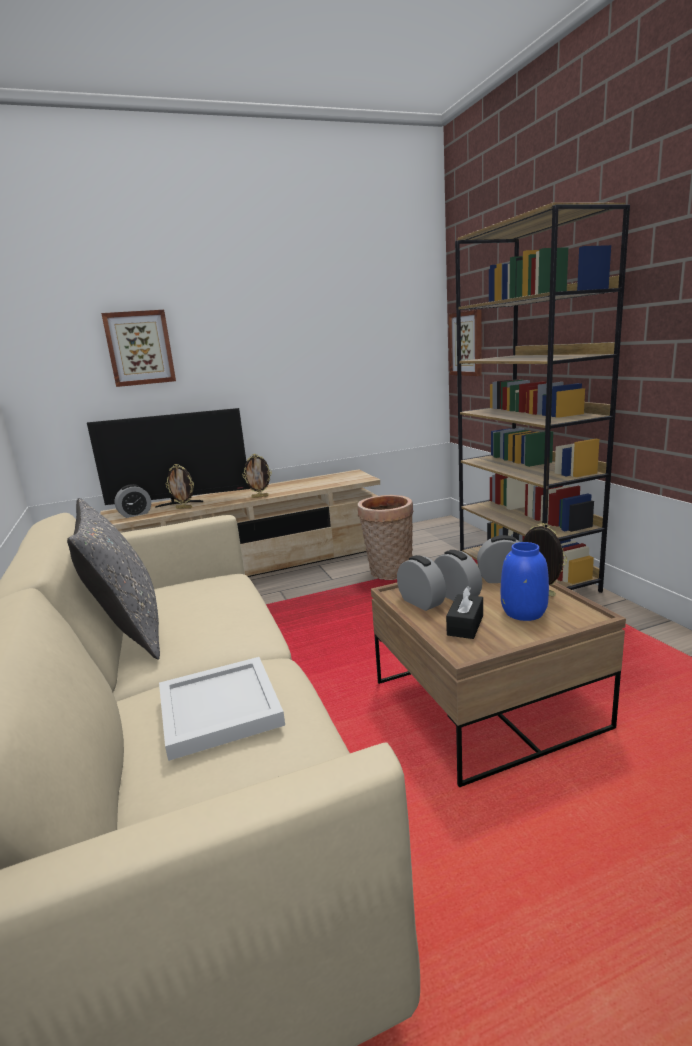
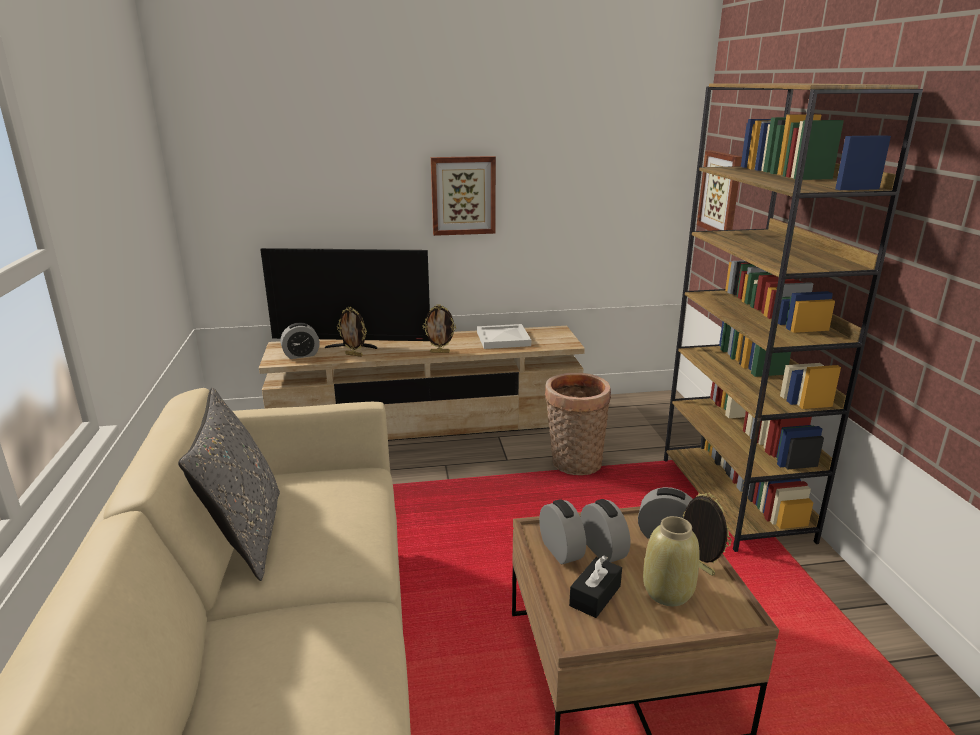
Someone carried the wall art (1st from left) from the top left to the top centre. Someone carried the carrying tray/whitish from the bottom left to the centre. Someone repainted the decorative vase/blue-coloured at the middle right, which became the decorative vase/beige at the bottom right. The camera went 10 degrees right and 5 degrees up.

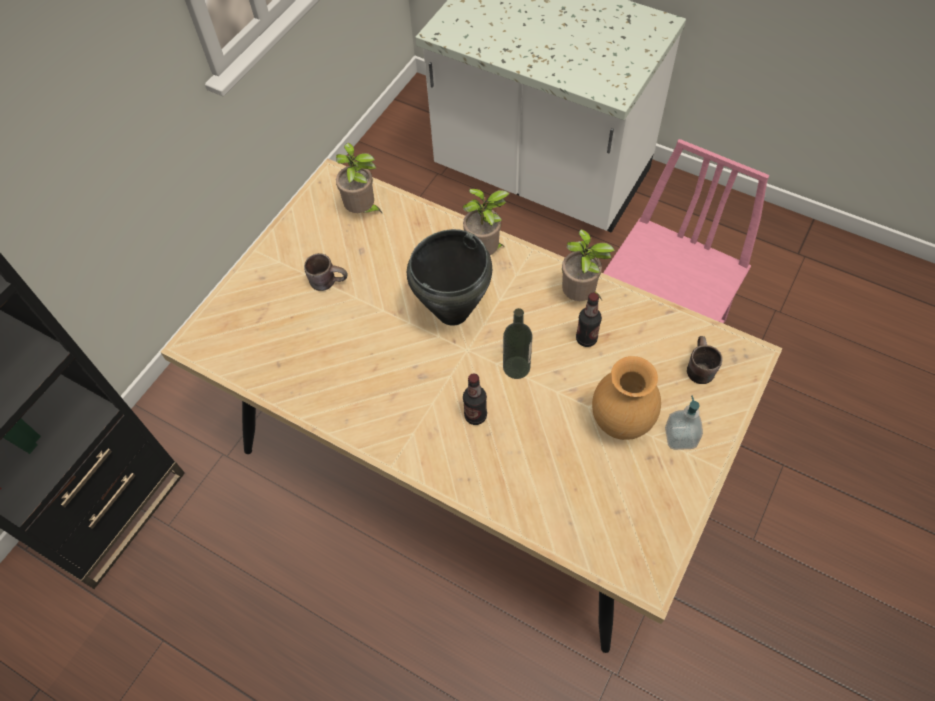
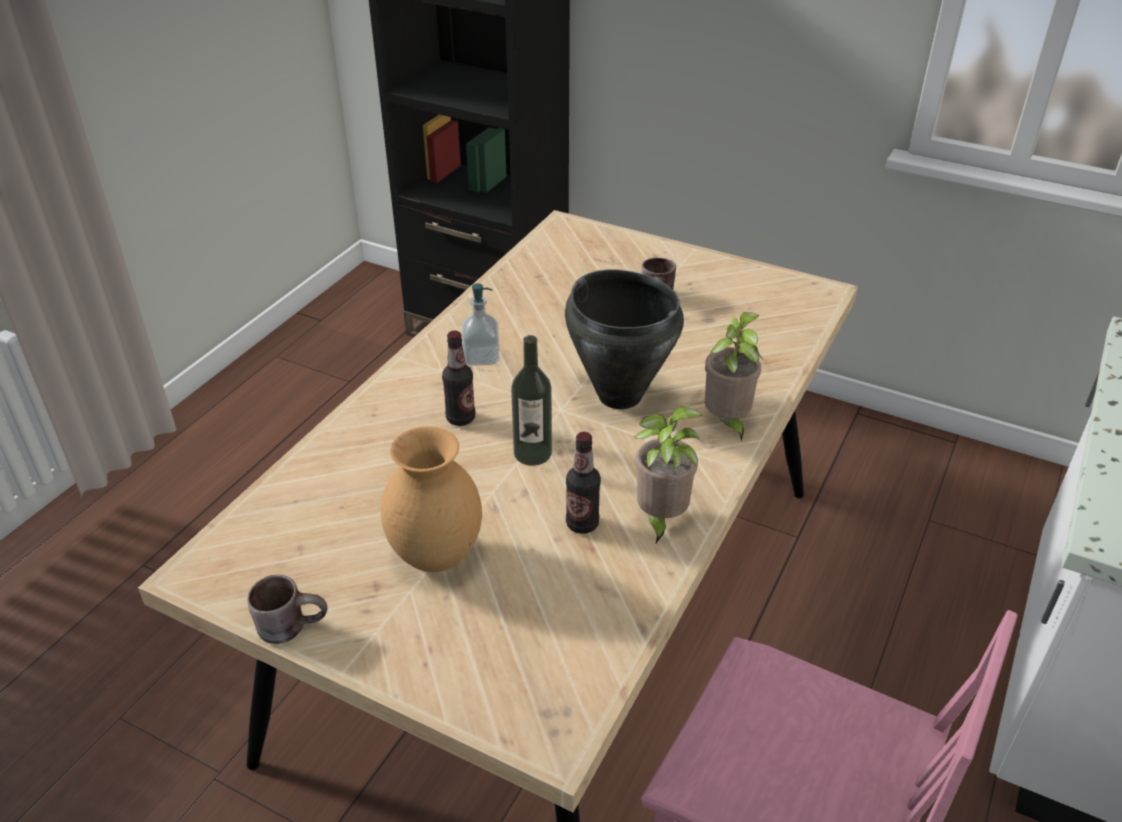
Someone took away the potted plant (1st from left) at the top centre. Someone carried the liquid soap bottle from the middle right to the centre. Someone carried the mug/brown-coloured (2nd from left in the first image) from the middle right to the bottom left. The camera went 85 degrees right and 20 degrees down.

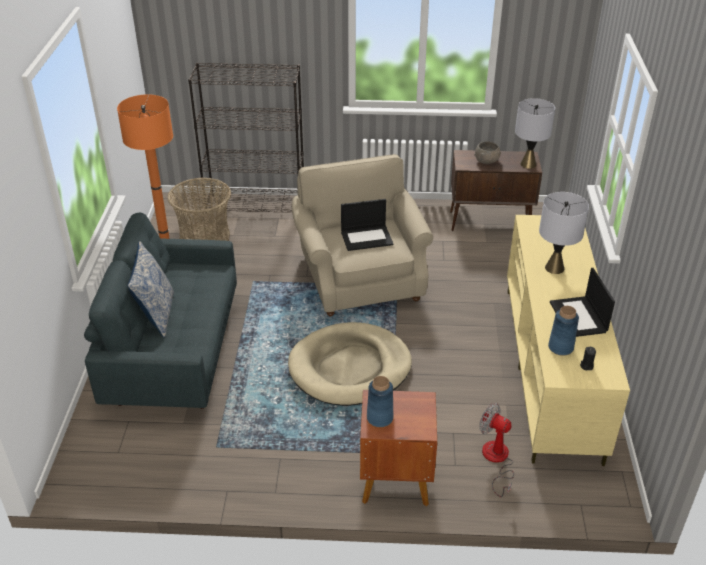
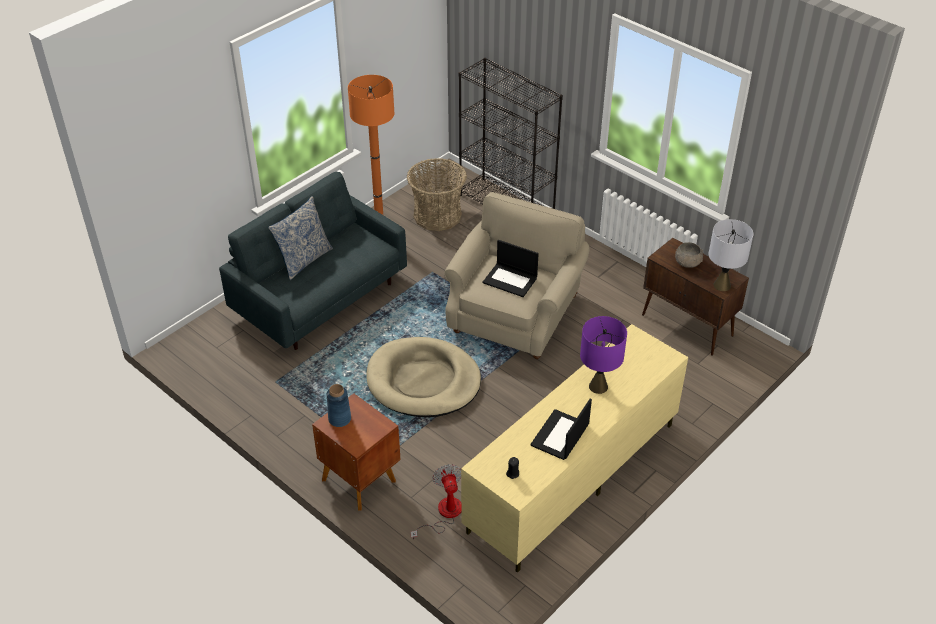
Someone took away the decorative vase/blue-coloured (2nd from left) at the middle right. Someone repainted the lamp for a table/gray (2nd from left) at the middle right, which became the lamp for a table/purplish at the centre. The camera went 40 degrees right and 5 degrees up.

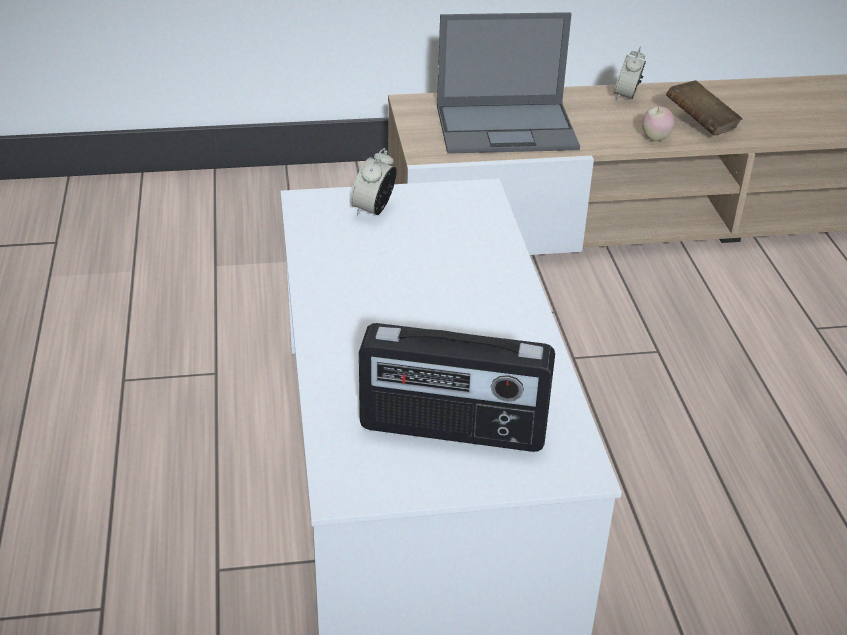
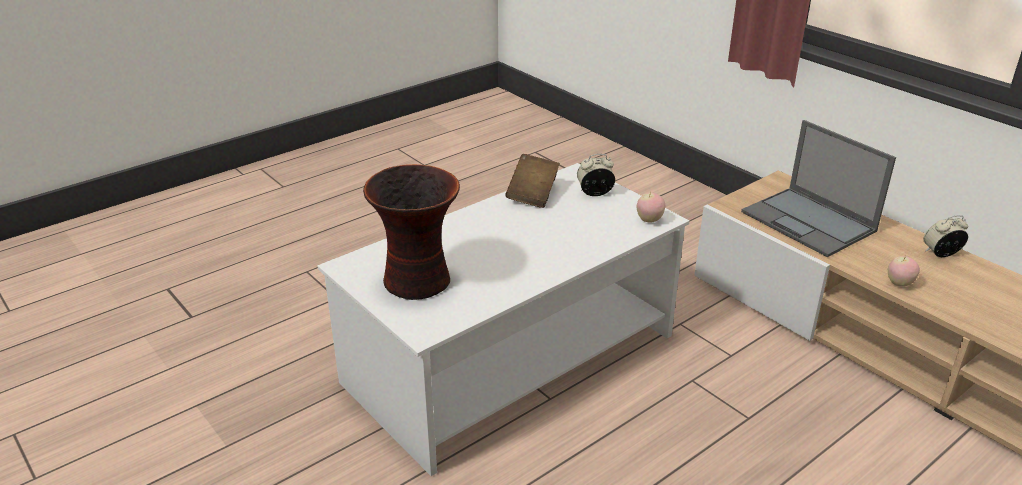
Someone put down the apple fruit (1st from left) at the centre. Someone carried the bound book/brown-coloured from the top right to the centre. Someone swapped the radio at the centre for the decorative vase at the centre. The camera went 60 degrees right and 5 degrees down.

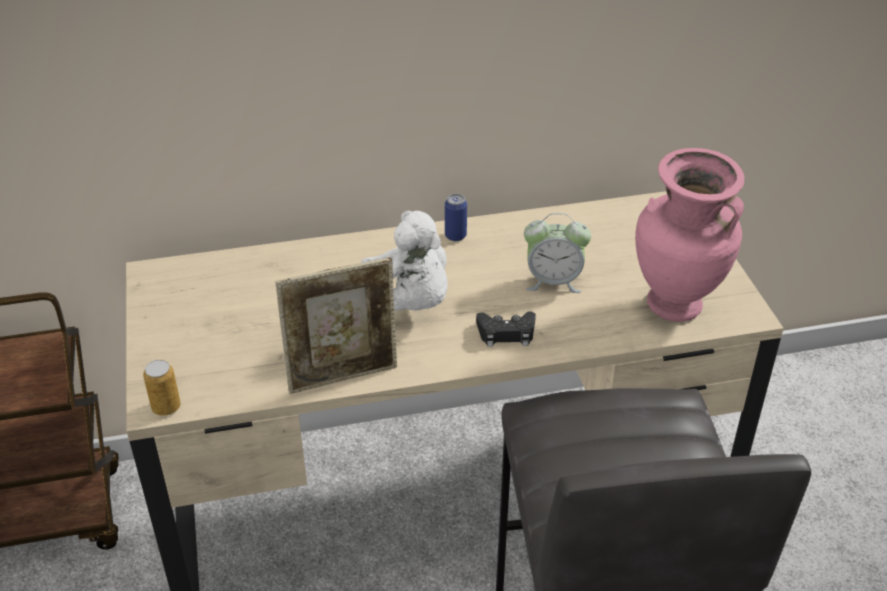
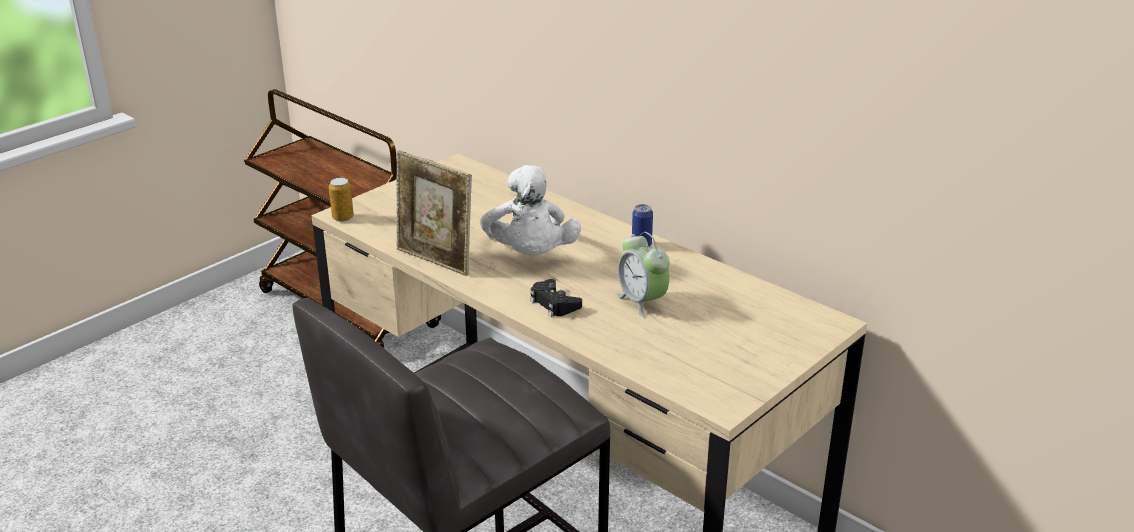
Someone took away the decorative vase/pink at the middle right. The camera went 55 degrees right and 10 degrees down.

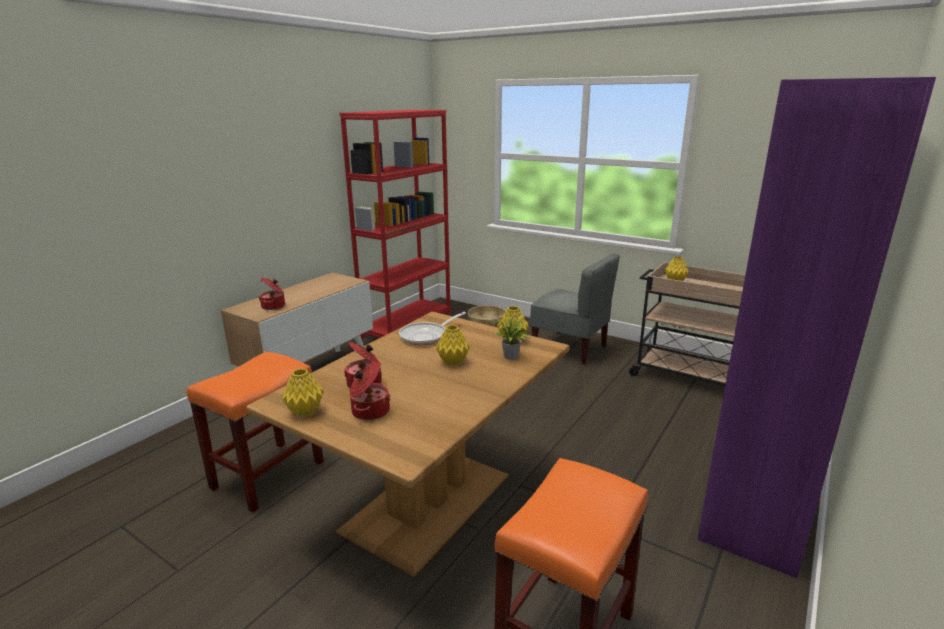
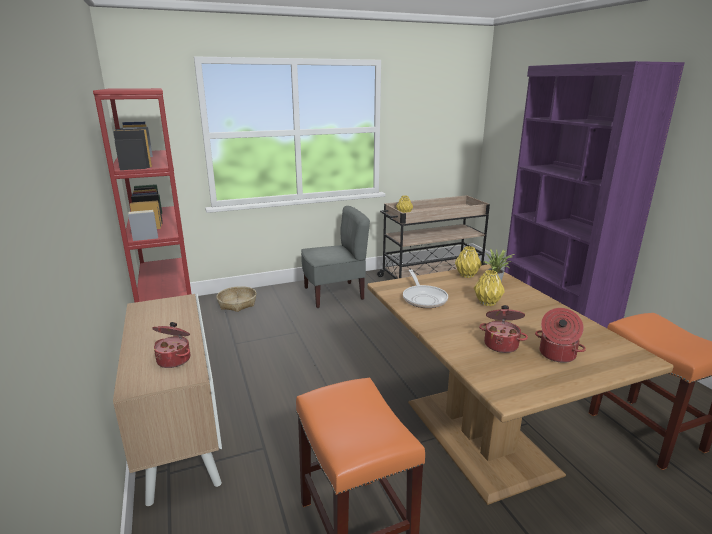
Someone took away the decorative vase/yellowish (1st from left) at the middle left. The camera went 55 degrees left and 0 degrees up.

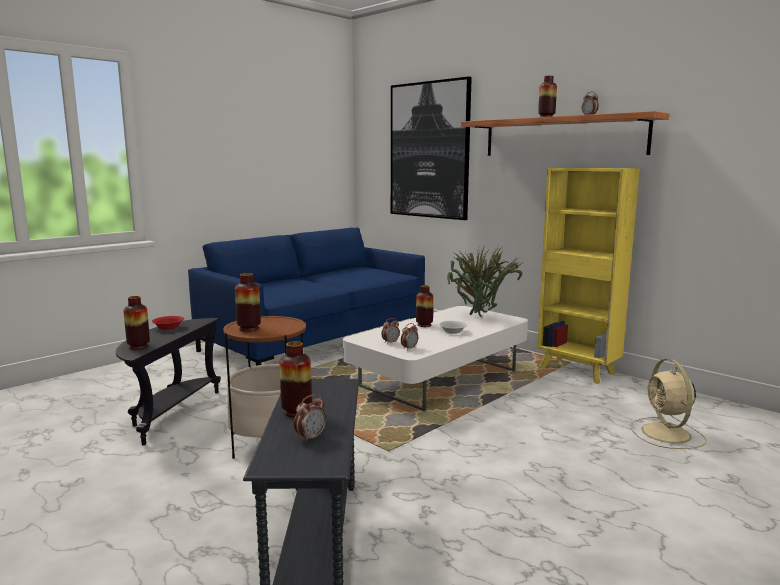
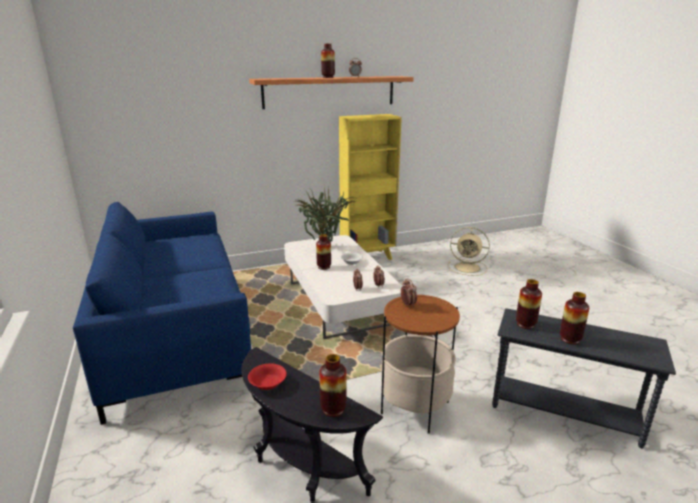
Someone took away the wall art at the top centre. Someone carried the decorative vase (2nd from left in the first image) from the middle left to the middle right. Someone carried the bedside clock (1st from left in the first image) from the bottom centre to the centre. The camera went 65 degrees left and 10 degrees up.

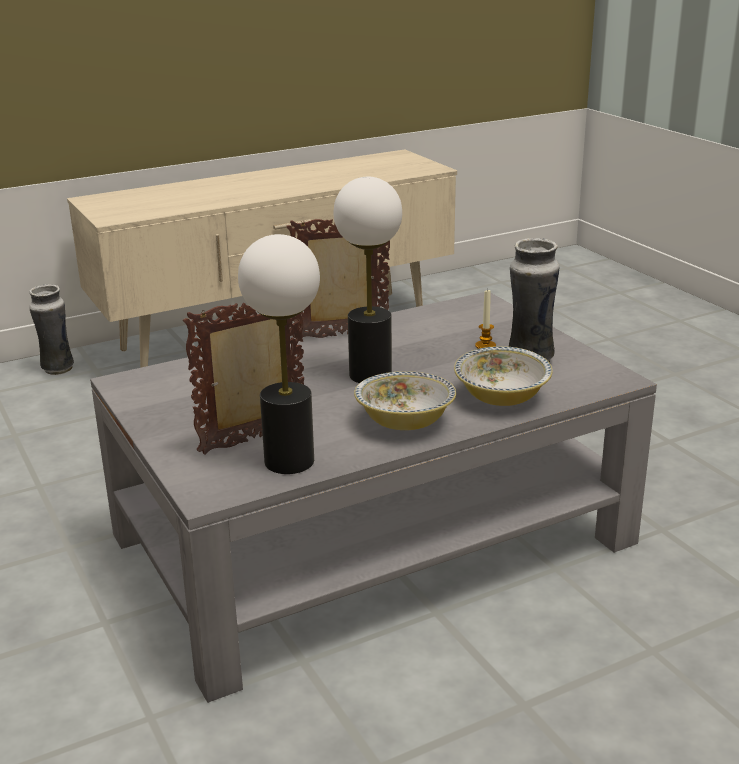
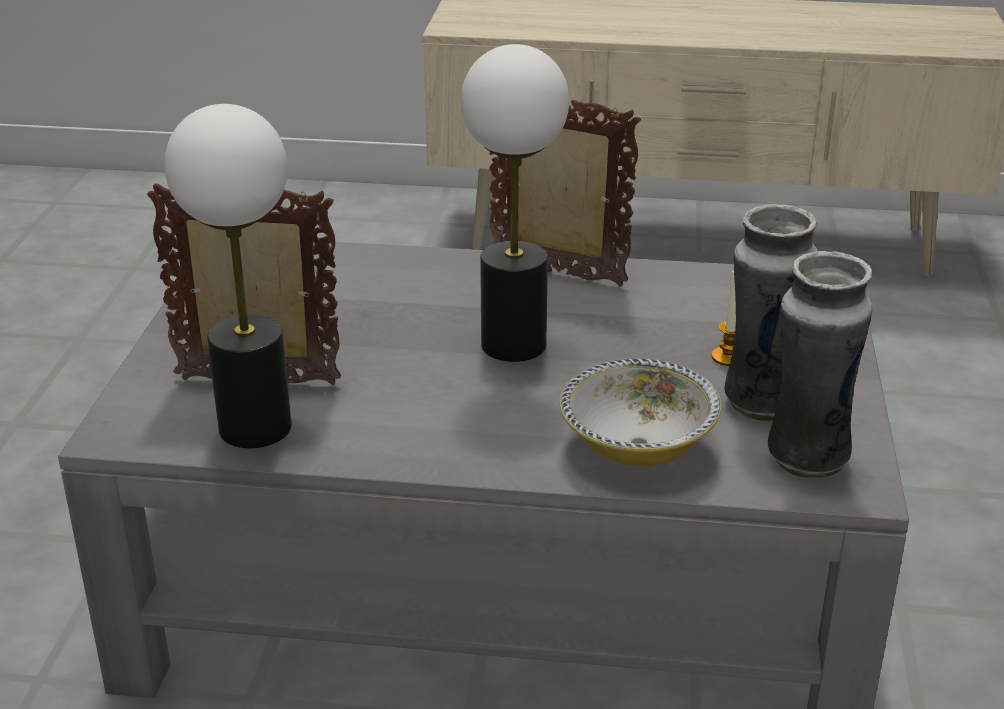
Someone took away the bowl (1st from left) at the centre. Someone carried the decorative vase (1st from left in the first image) from the middle left to the middle right. The camera went 35 degrees right and 5 degrees up.

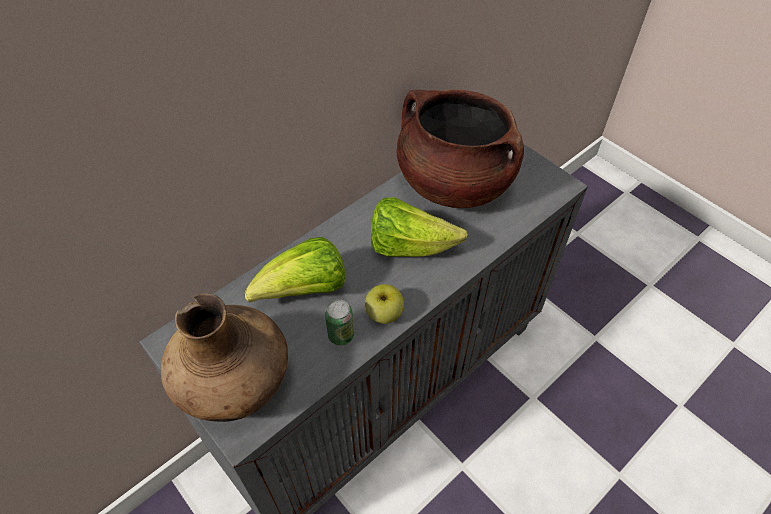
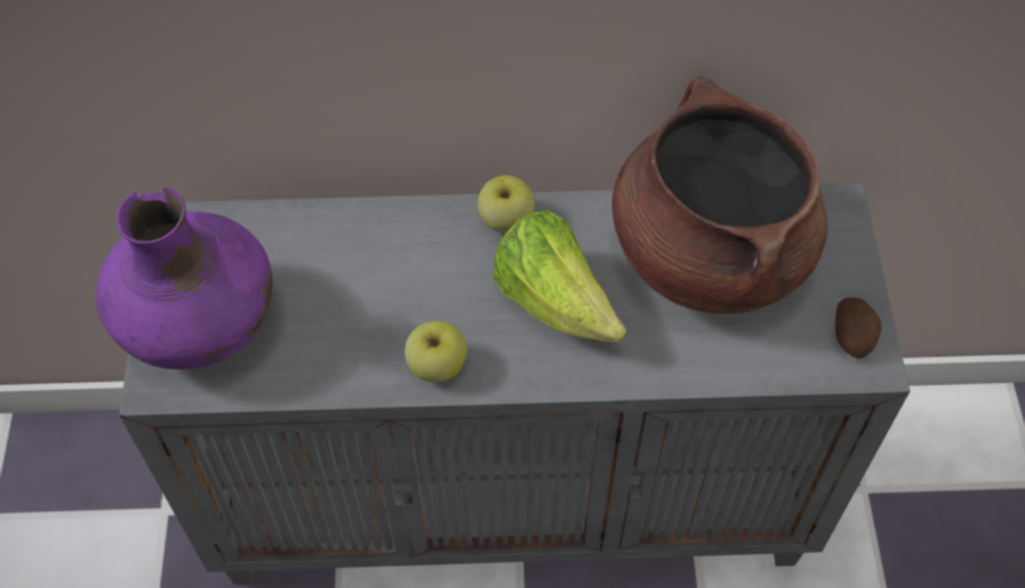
Someone took away the lettuce head (1st from left) at the centre. Someone took away the metal can at the centre. Someone put down the apple fruit (2nd from left) at the centre. Someone put down the potato at the middle right. Someone repainted the decorative vase/brown-coloured at the bottom left, which became the decorative vase/purplish at the middle left. The camera went 40 degrees right and 5 degrees up.

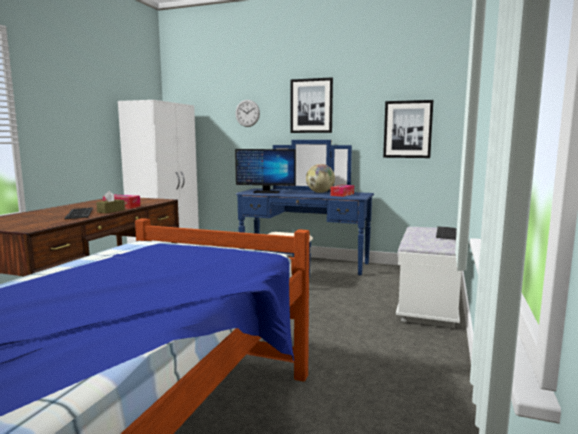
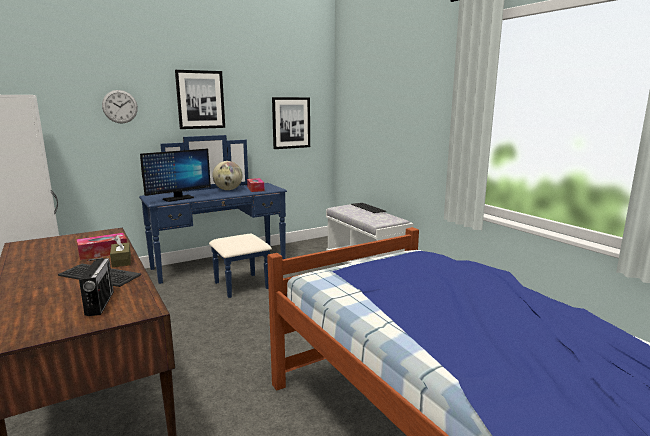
Someone put down the radio at the middle left. The camera went 50 degrees left and 5 degrees up.

